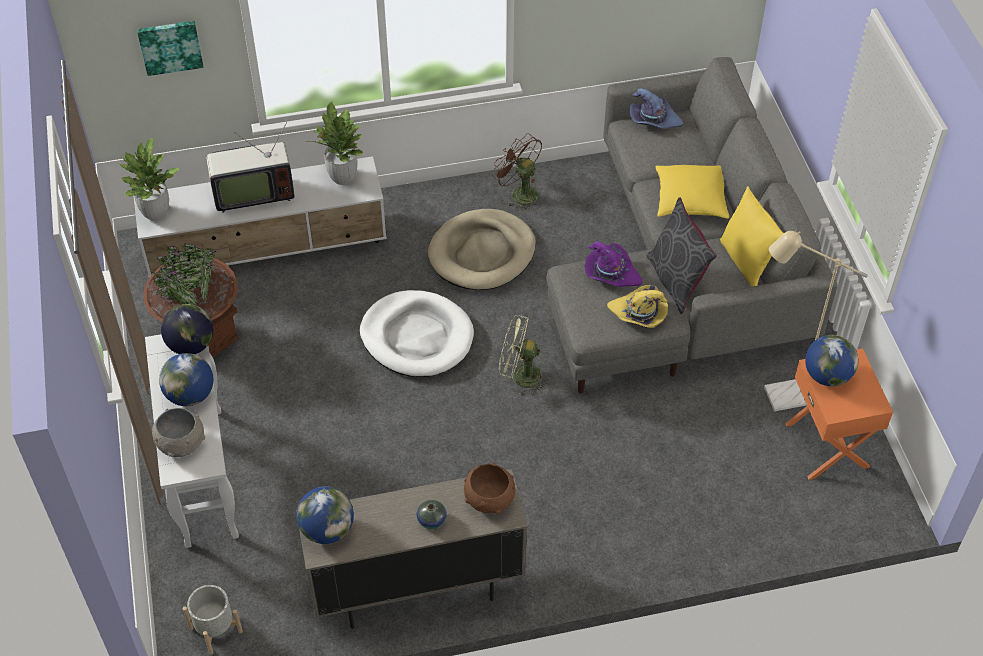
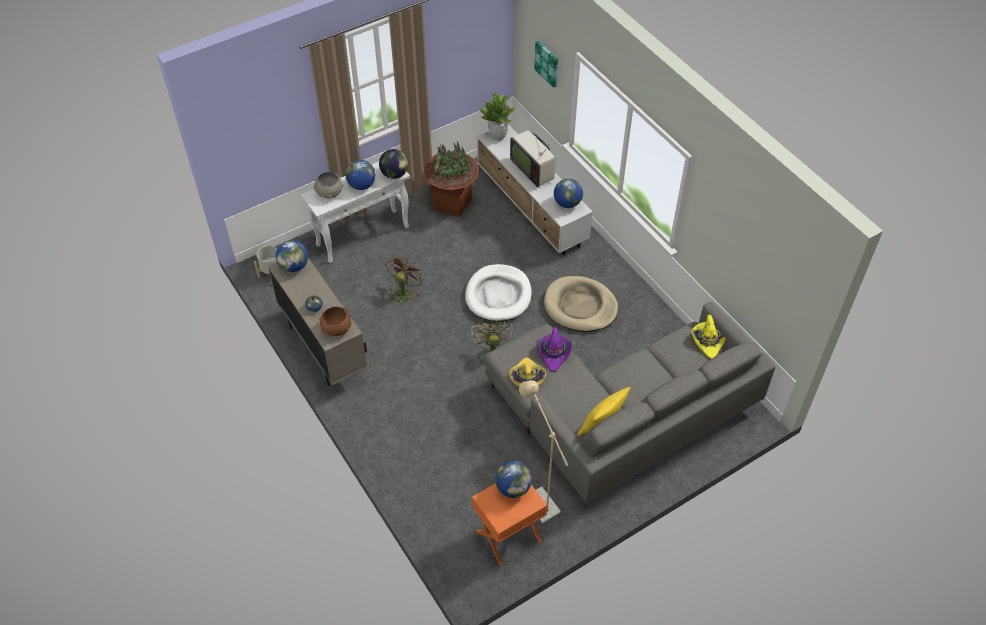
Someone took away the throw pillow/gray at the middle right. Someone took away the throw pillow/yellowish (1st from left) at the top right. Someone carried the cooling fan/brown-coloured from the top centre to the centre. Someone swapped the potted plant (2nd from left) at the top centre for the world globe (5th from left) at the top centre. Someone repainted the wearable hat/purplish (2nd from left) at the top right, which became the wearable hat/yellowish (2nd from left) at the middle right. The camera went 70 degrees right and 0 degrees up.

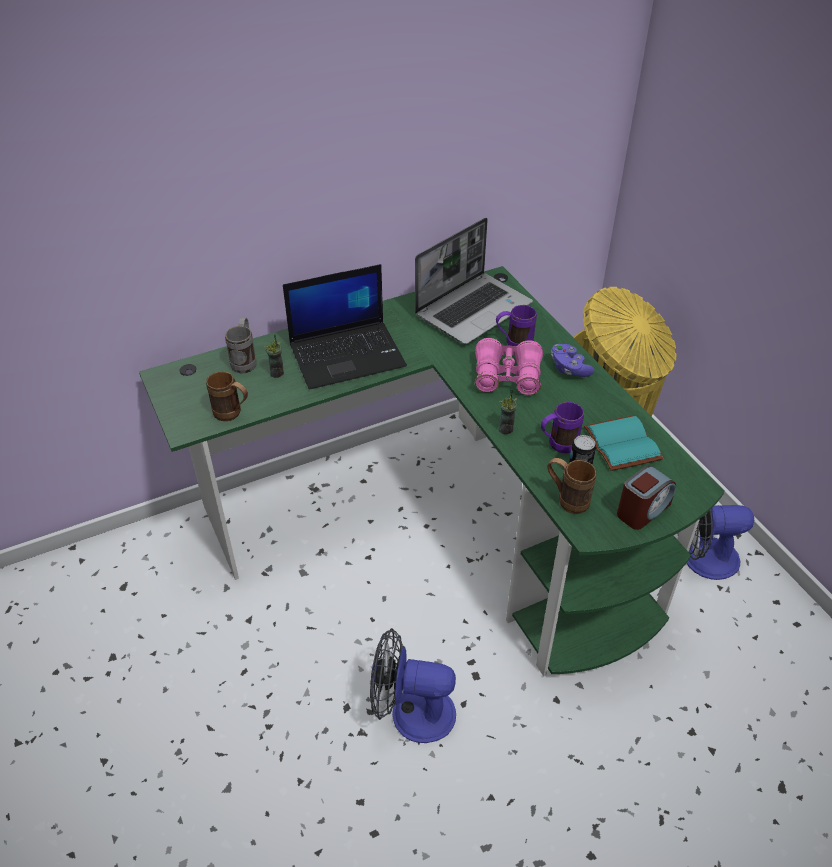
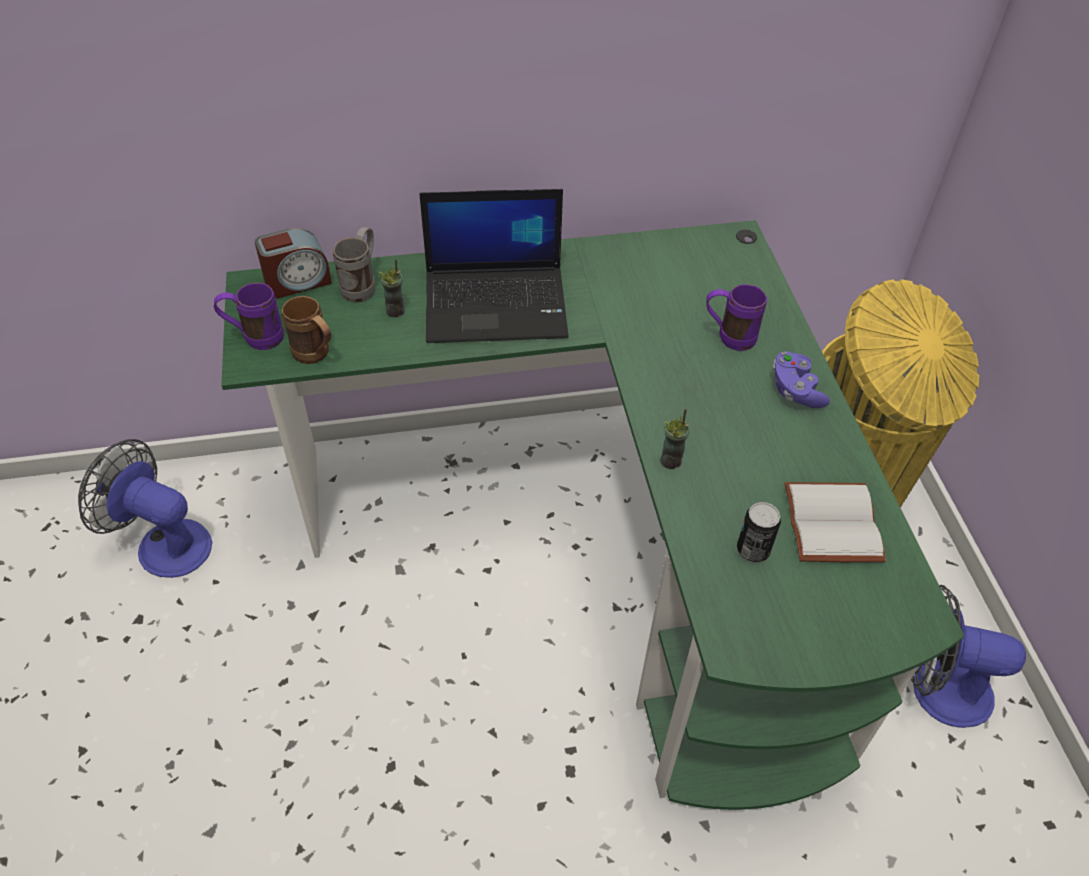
Someone took away the laptop (2nd from left) at the top centre. Someone took away the binoculars/pink at the centre. Someone took away the mug/brown-coloured (2nd from left) at the middle right. Someone carried the cooling fan (1st from left) from the bottom centre to the middle left. Someone carried the mug/purplish (2nd from left in the first image) from the middle right to the middle left. Someone carried the bedside clock from the middle right to the top left. Someone repainted the bound book/blue-green at the middle right, which became the bound book/whitish at the middle right. The camera went 15 degrees right and 5 degrees up.

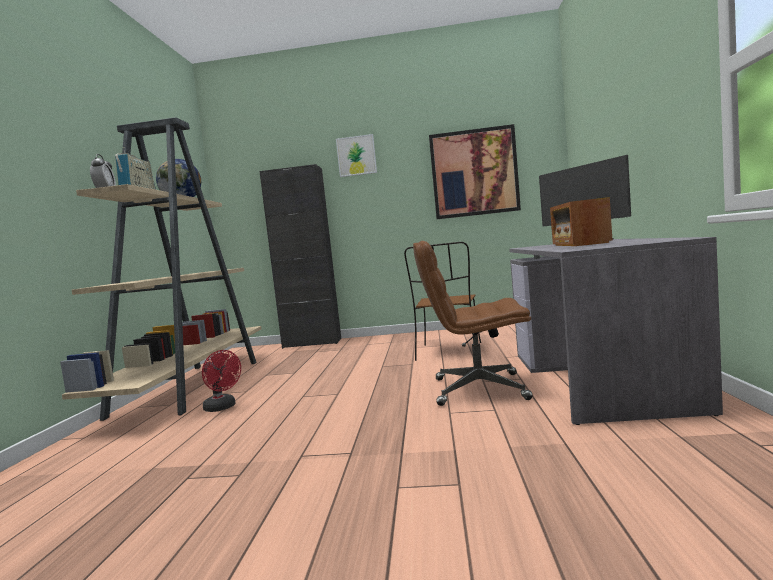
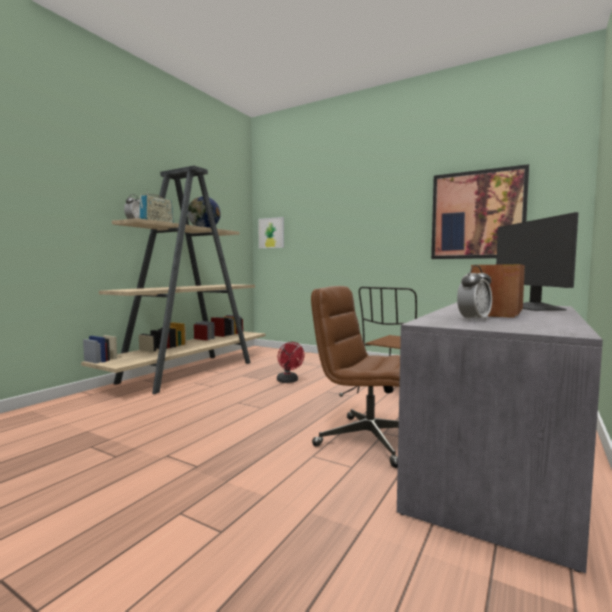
Someone took away the cabinet/black-coloured at the centre. Someone put down the bedside clock (2nd from left) at the middle right. Someone carried the cooling fan/red from the middle left to the centre. Someone carried the wall art (1st from left) from the top centre to the centre. The camera went 25 degrees right and 0 degrees up.

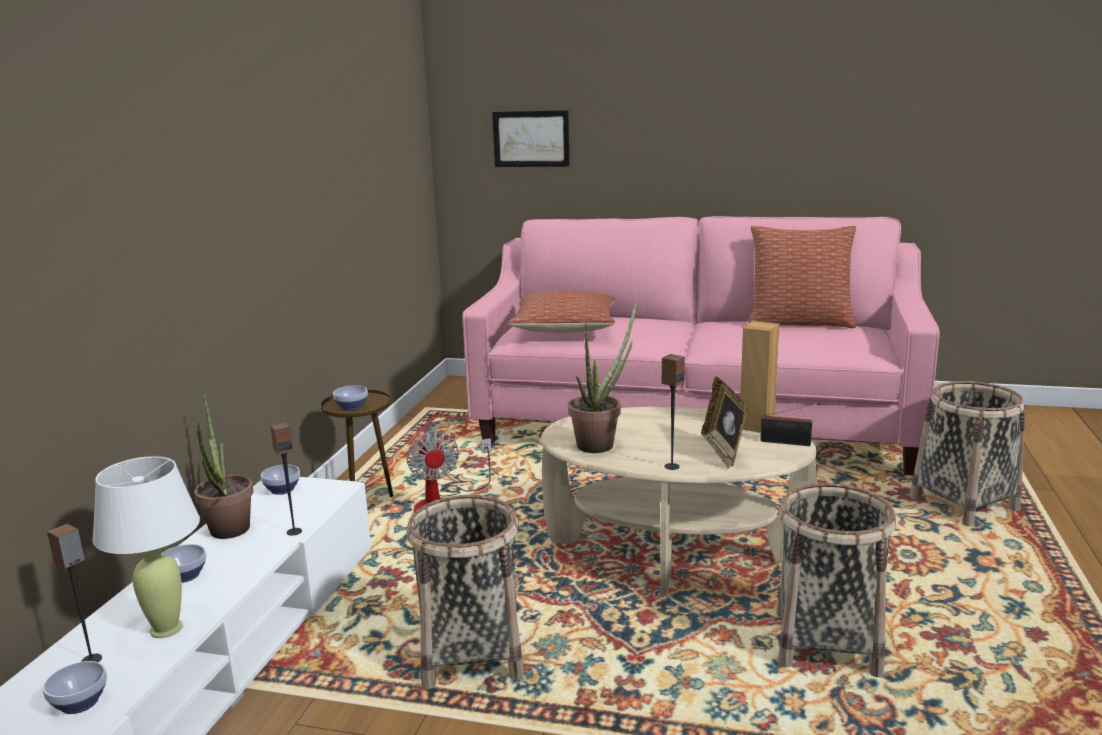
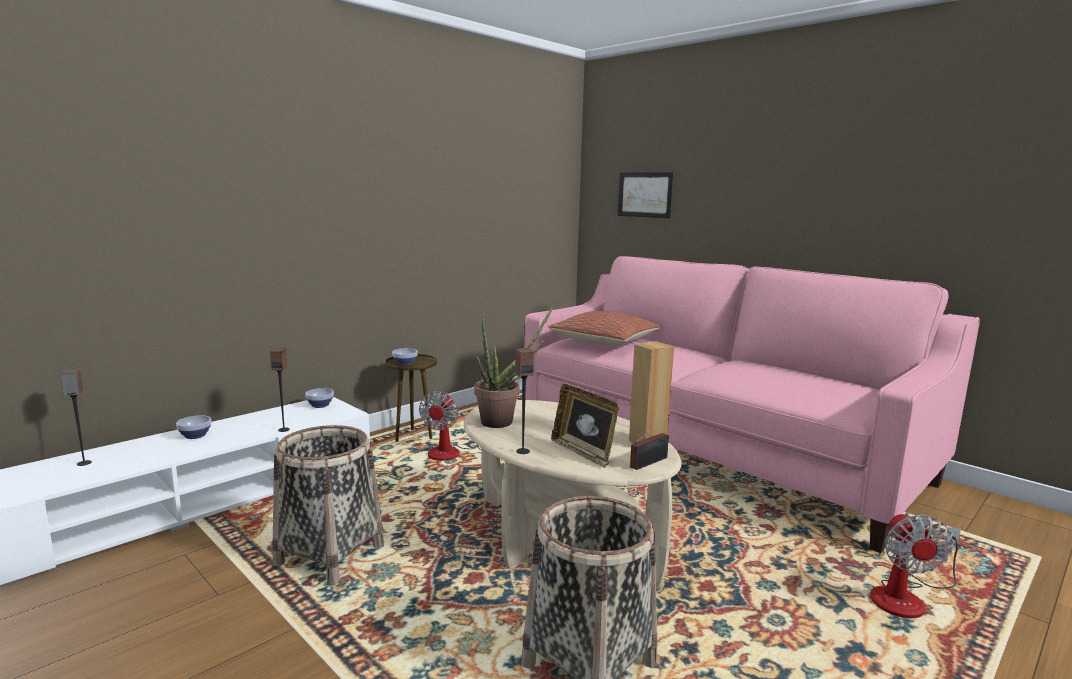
Someone took away the bowl (1st from left) at the bottom left. Someone took away the lamp for a table/whitish at the bottom left. Someone took away the potted plant (1st from left) at the middle left. Someone took away the throw pillow (2nd from left) at the middle right. Someone swapped the basket (3rd from left) at the middle right for the cooling fan (2nd from left) at the bottom right. Someone rotated the standing frame at the centre by 60 degrees counterclockwise. Someone rotated the radio at the middle right by 90 degrees counterclockwise. The camera went 30 degrees right and 5 degrees down.

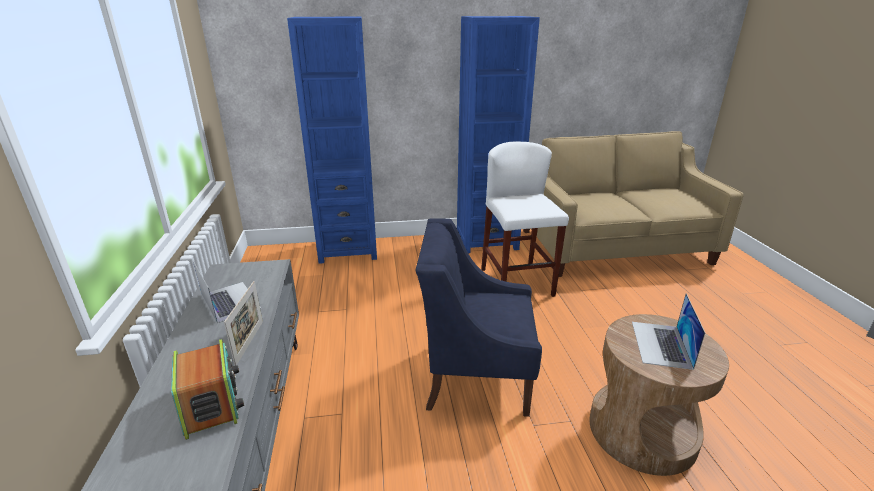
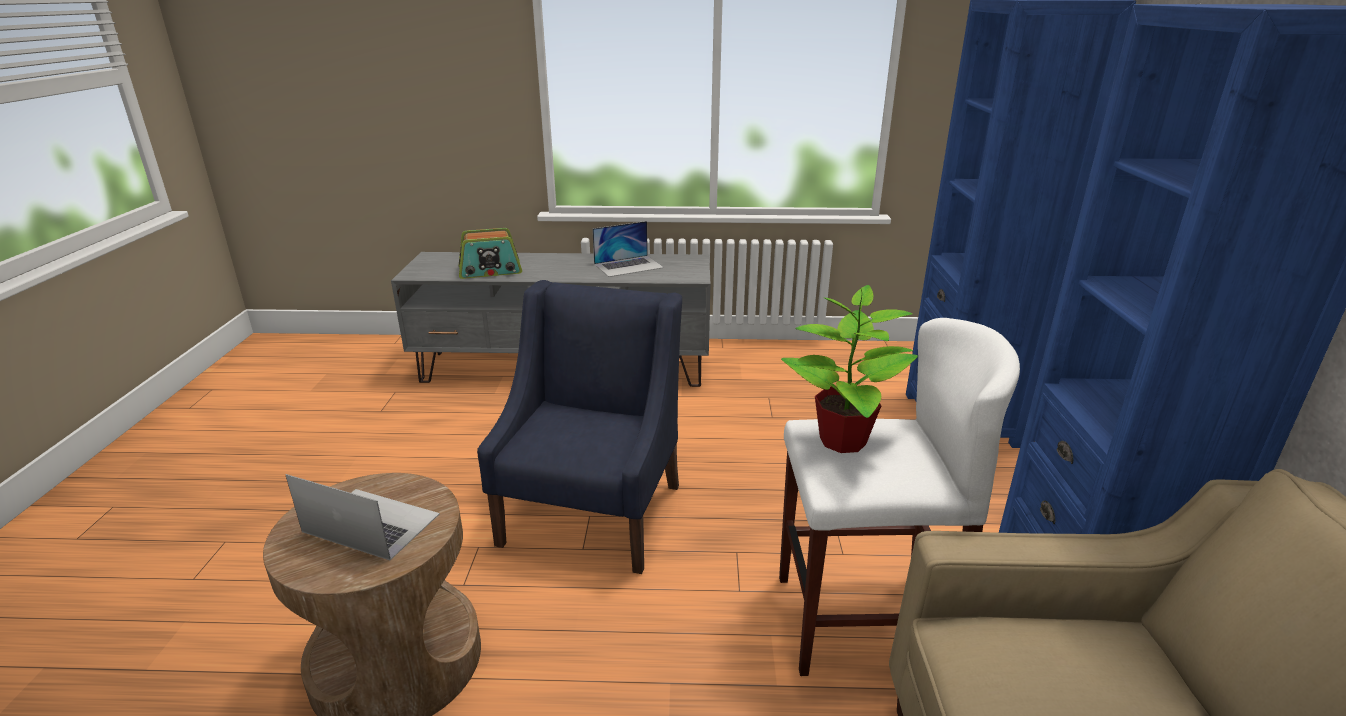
Someone took away the standing frame at the middle left. Someone put down the potted plant at the centre. The camera went 100 degrees right and 0 degrees up.

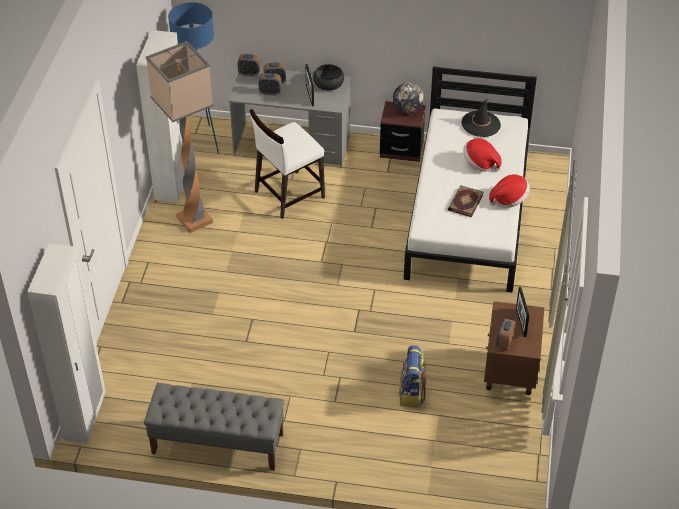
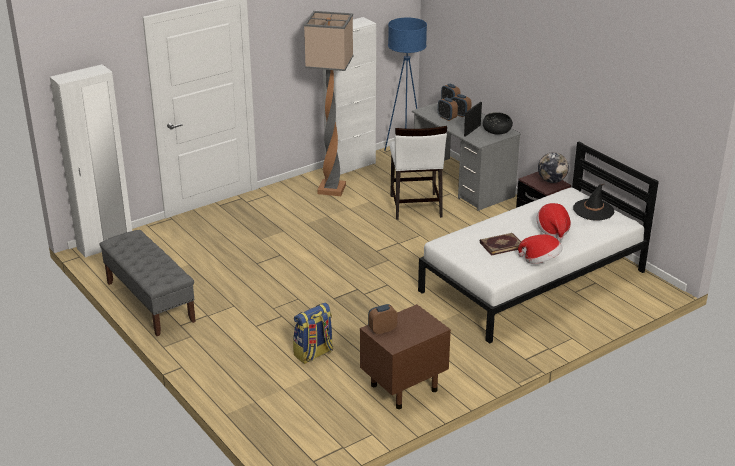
Someone took away the standing frame (2nd from left) at the middle right. Someone rotated the plain chair/whitish at the top centre by 105 degrees counterclockwise. The camera went 45 degrees right and 15 degrees down.

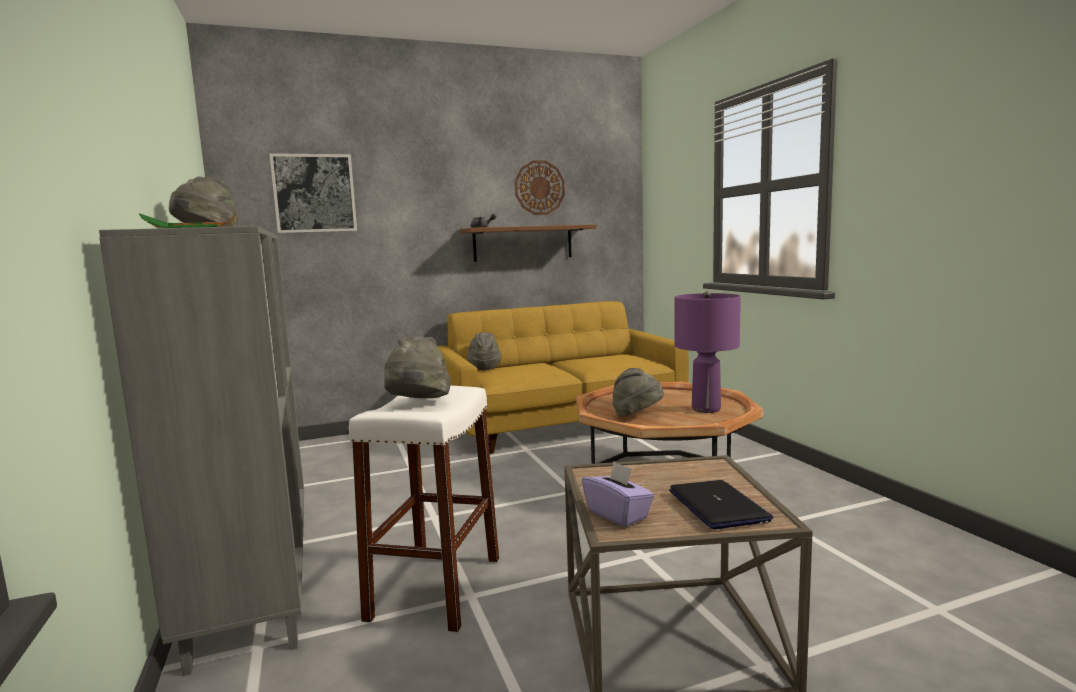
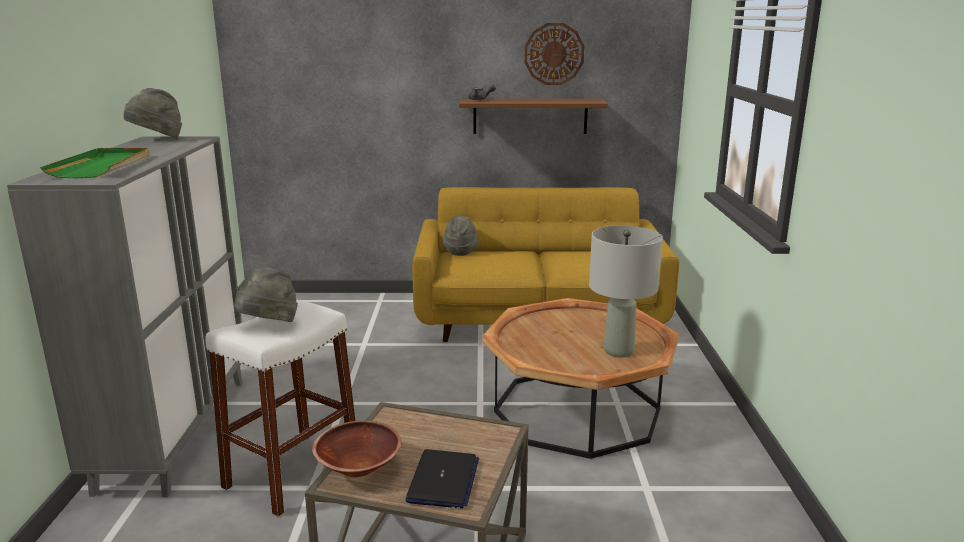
Someone took away the wall art at the top left. Someone took away the wearable hat/gray (4th from left) at the centre. Someone swapped the box of tissues/purplish at the bottom centre for the bowl/brown-coloured at the bottom centre. Someone repainted the lamp for a table/purplish at the centre, which became the lamp for a table/gray at the centre. The camera went 20 degrees right and 10 degrees up.

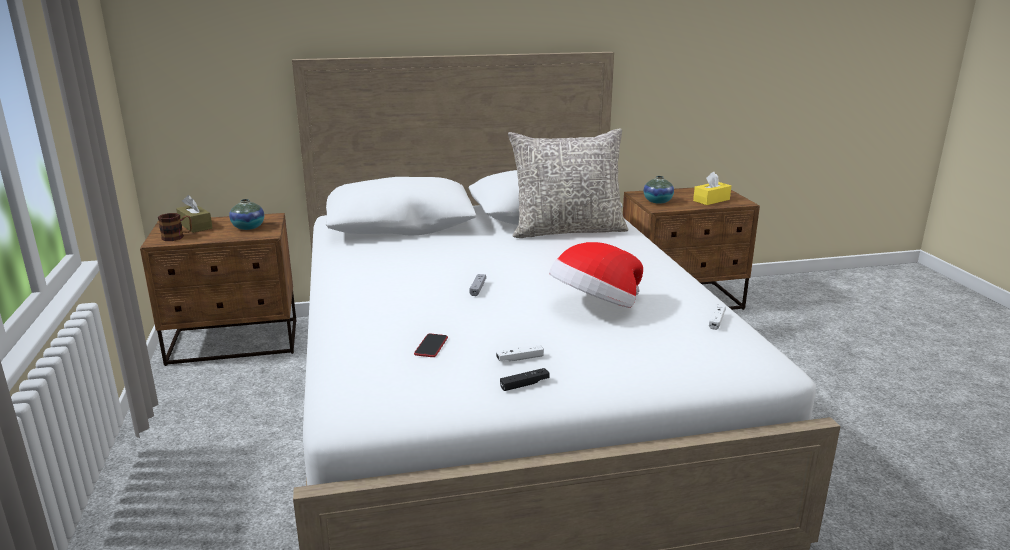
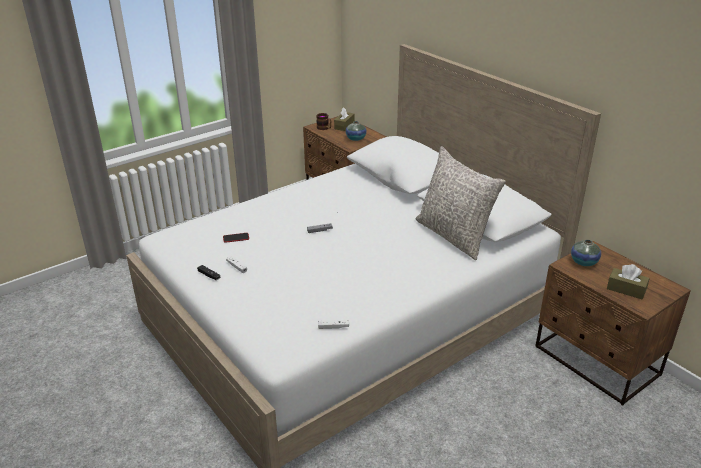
Someone took away the wearable hat at the centre. Someone repainted the box of tissues/yellowish at the middle right, which became the box of tissues/brown-coloured (2nd from left) at the middle right. The camera went 65 degrees right and 10 degrees up.

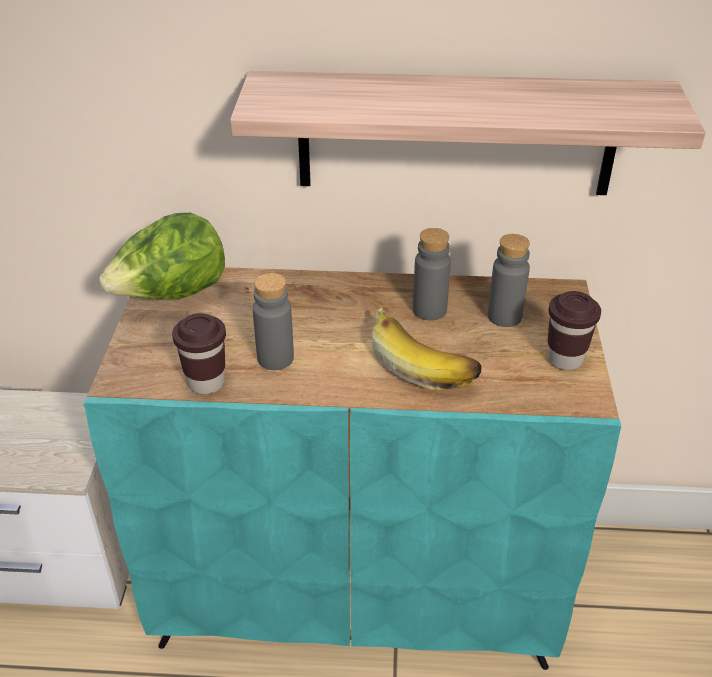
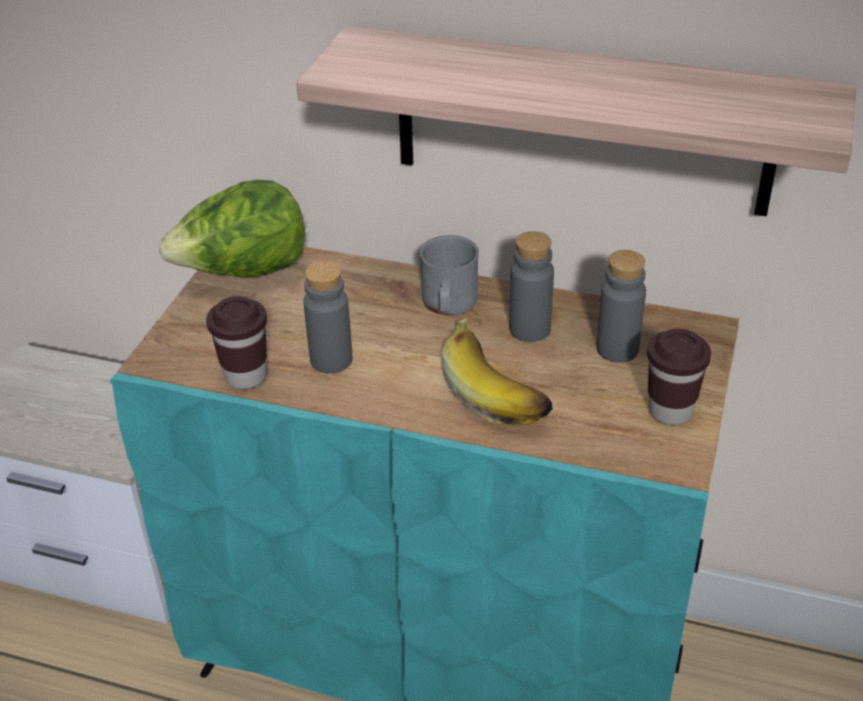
Someone put down the mug/gray at the centre. The camera went 15 degrees right and 0 degrees up.

